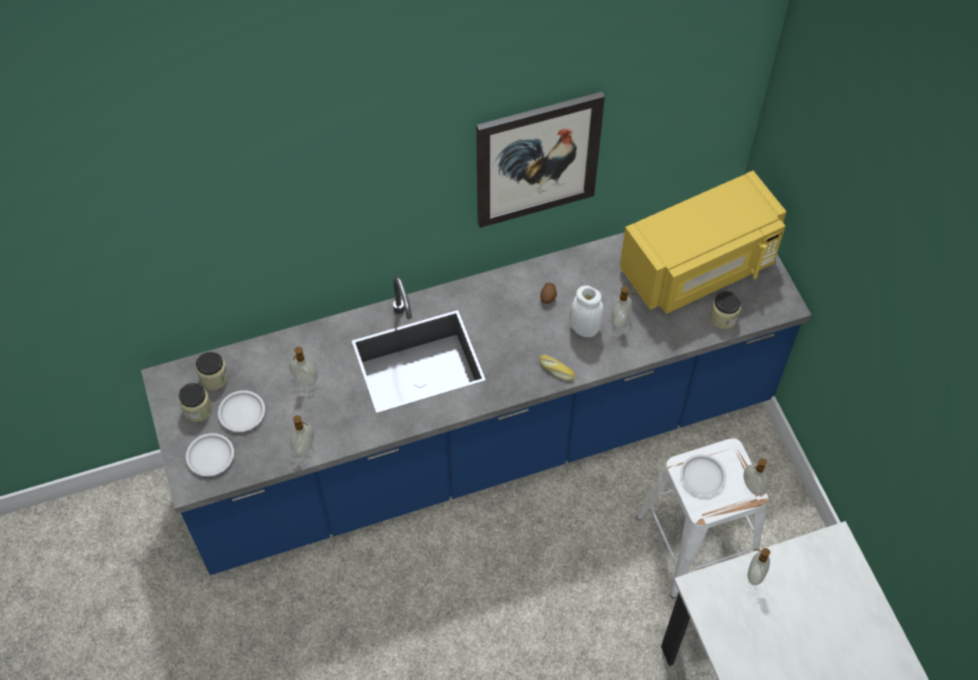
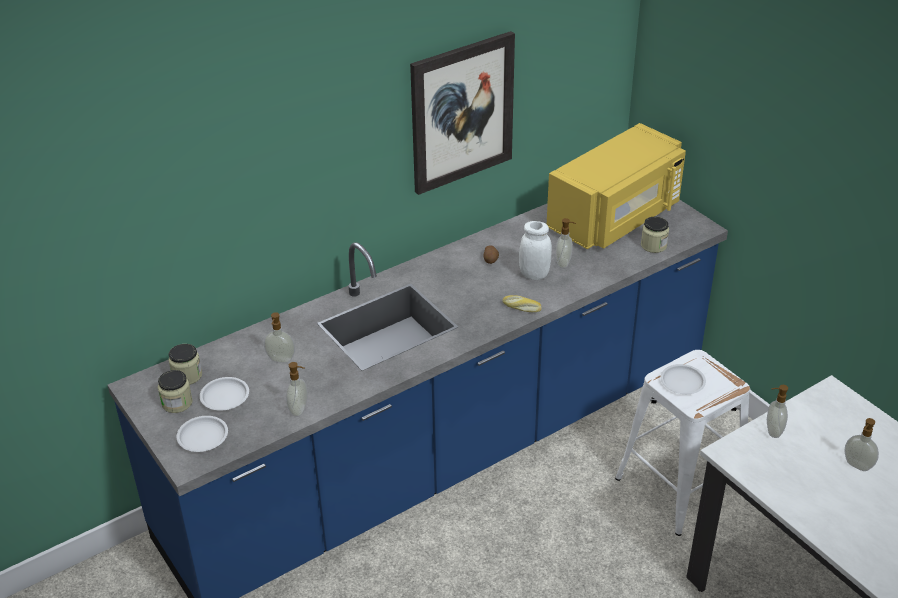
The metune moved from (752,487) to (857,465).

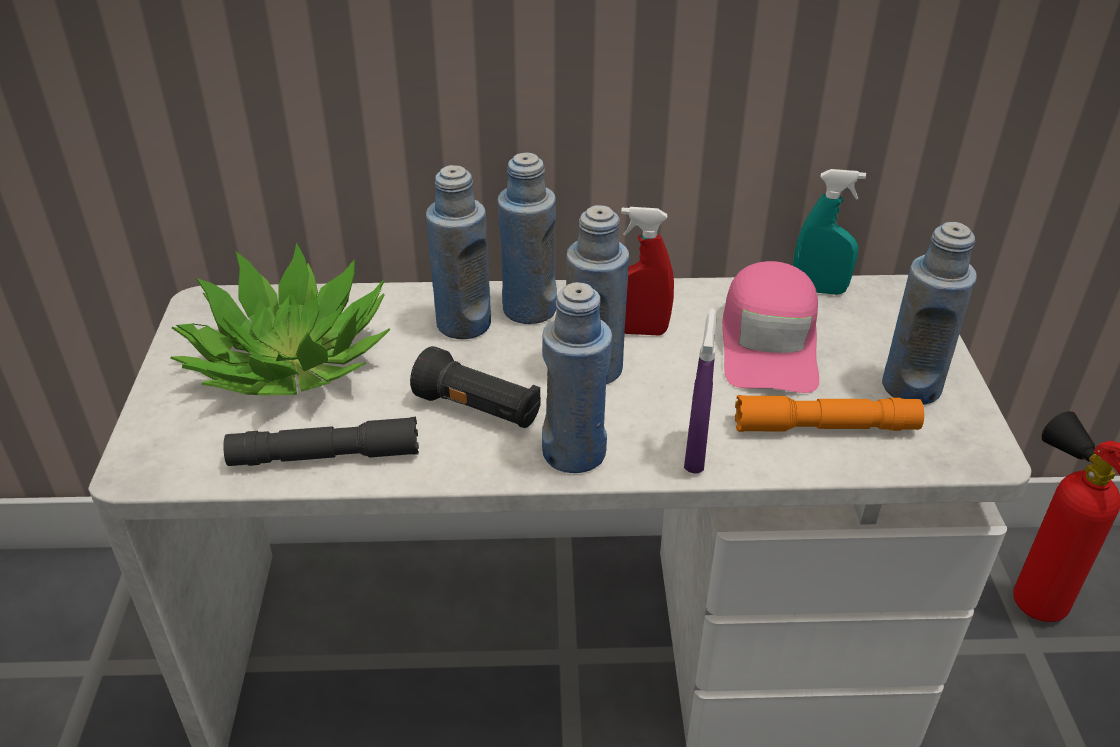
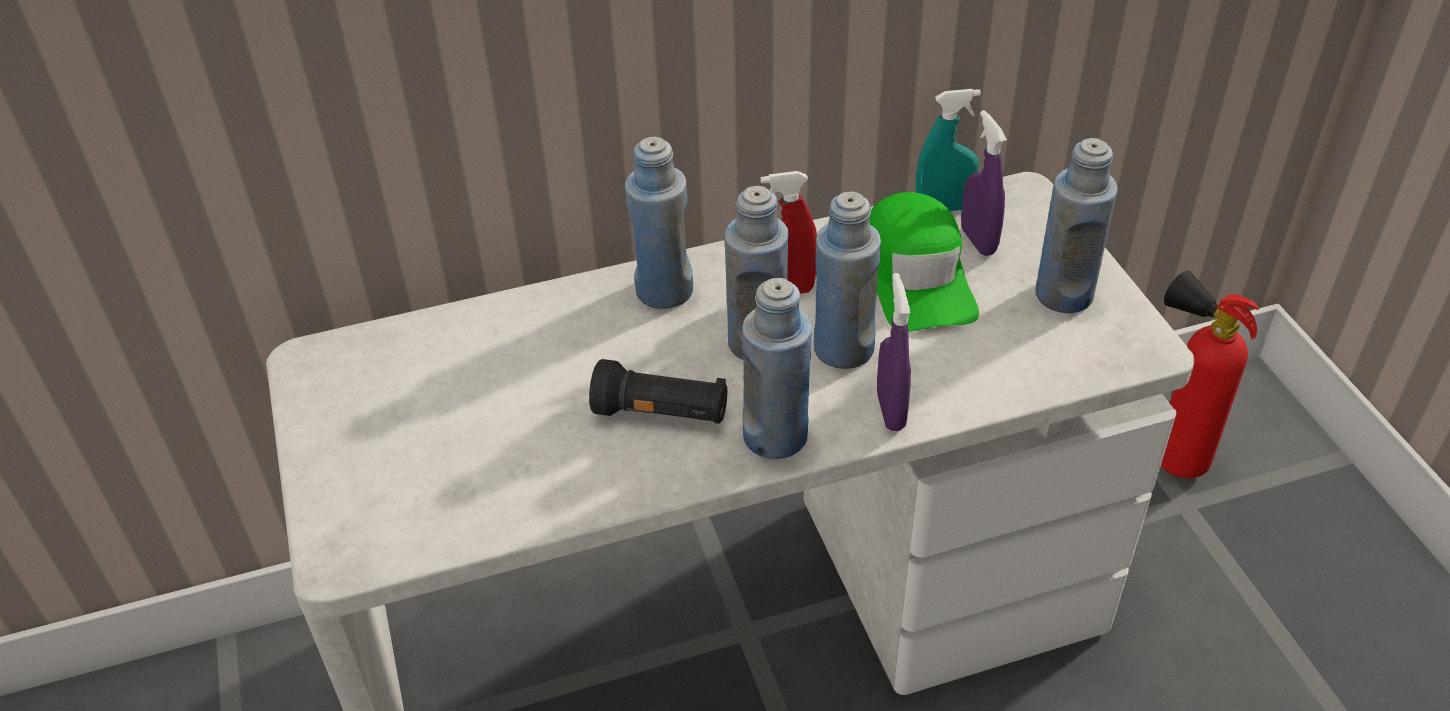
The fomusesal at (290,361) disappeared.
The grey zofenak at (325,456) disappeared.
The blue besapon moved from (463,324) to (843,349).
The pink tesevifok at (769,342) became the green tesevifok at (916,276).
The orange zofenak at (825,427) disappeared.
The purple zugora at (978,241) appeared.

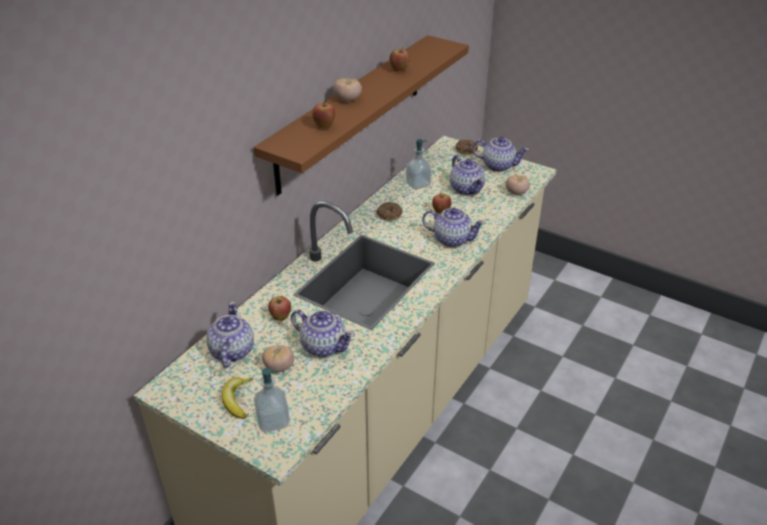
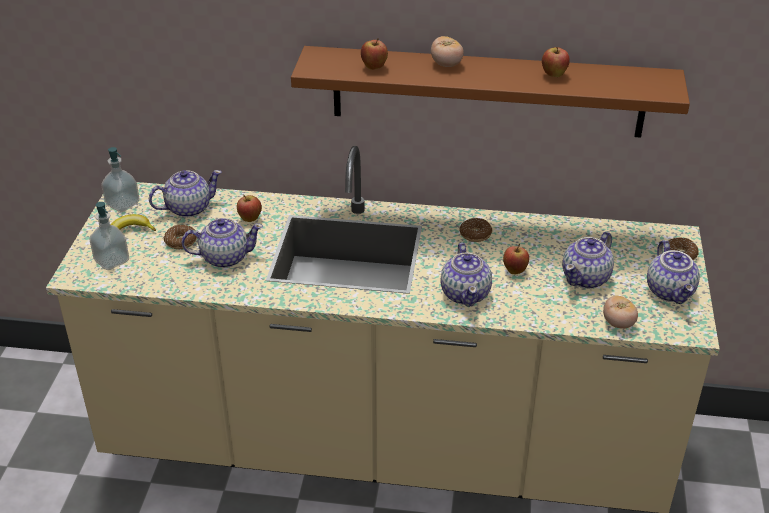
The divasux at (279,367) was replaced by the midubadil at (181,241).
The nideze at (323,346) turned 105 degrees counterclockwise.
The metune moved from (418,184) to (122,204).

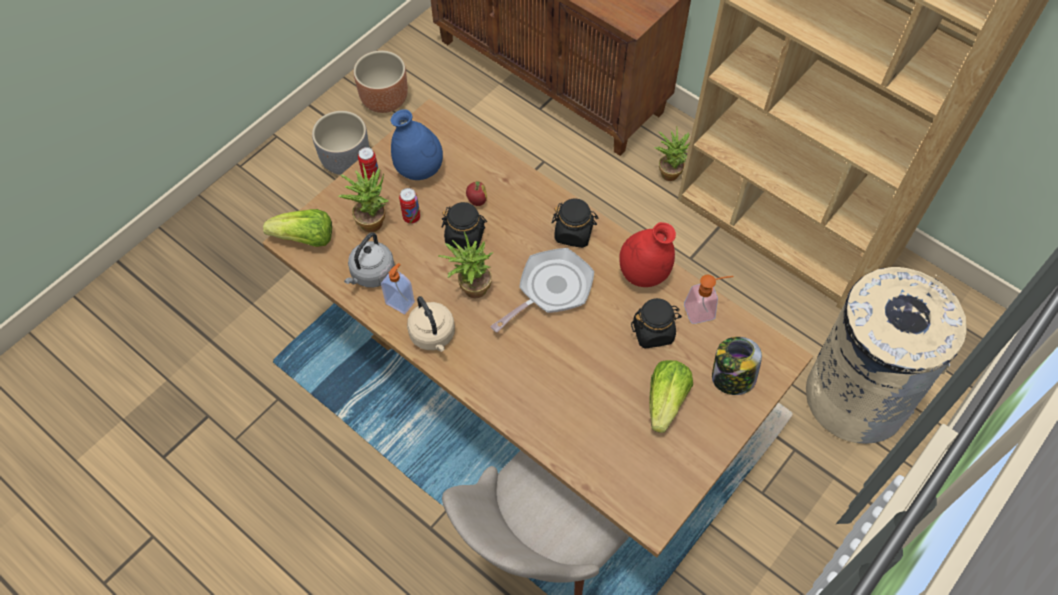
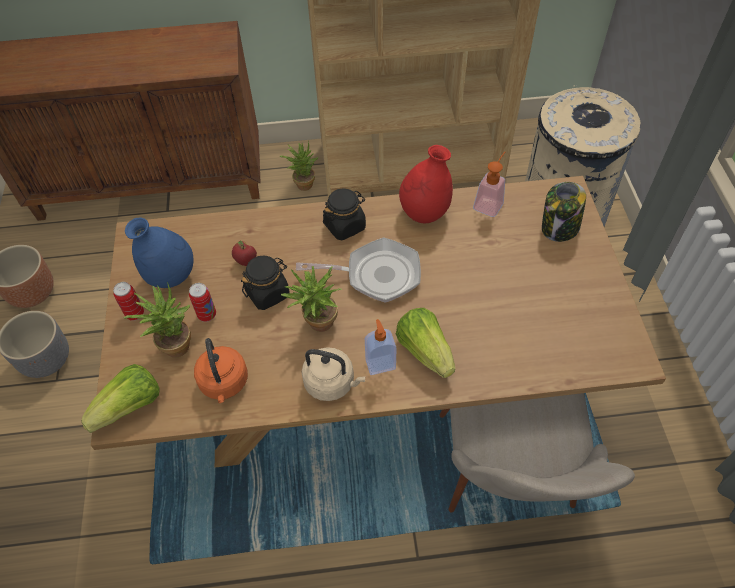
The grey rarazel at (371,274) became the orange rarazel at (224,384).
The metune moved from (400,302) to (380,363).
The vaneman at (551,289) turned 90 degrees clockwise.
The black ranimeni at (653,332) disappeared.
The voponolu moved from (666,401) to (425,351).

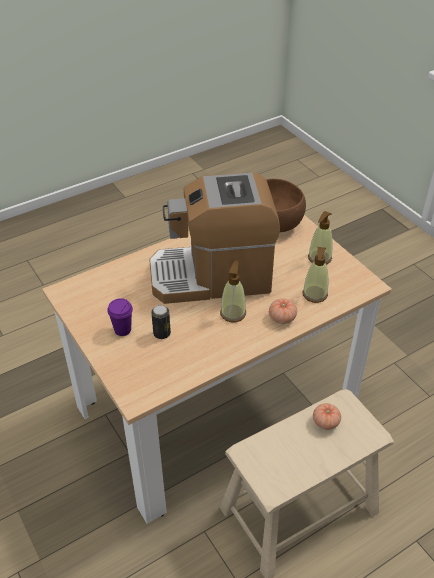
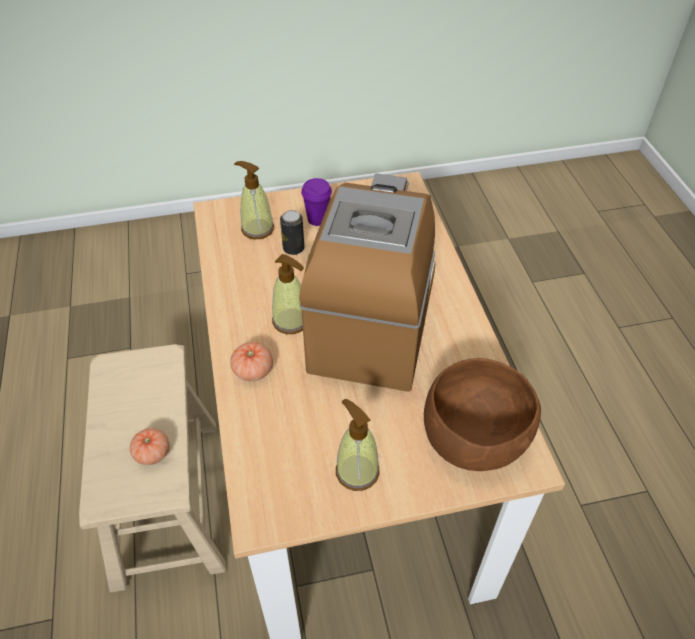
The metune moved from (314,294) to (257,229).

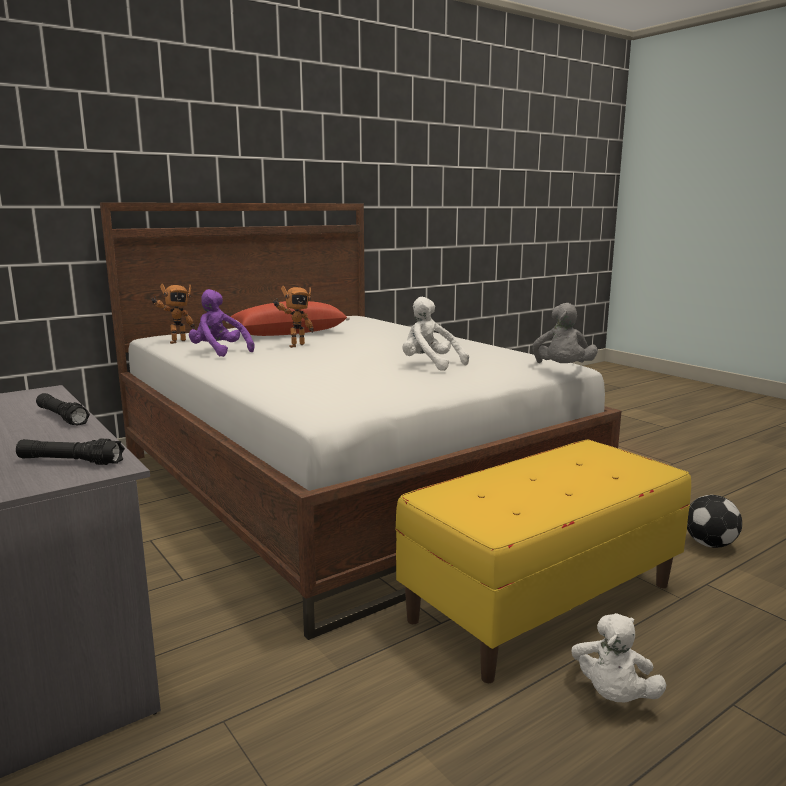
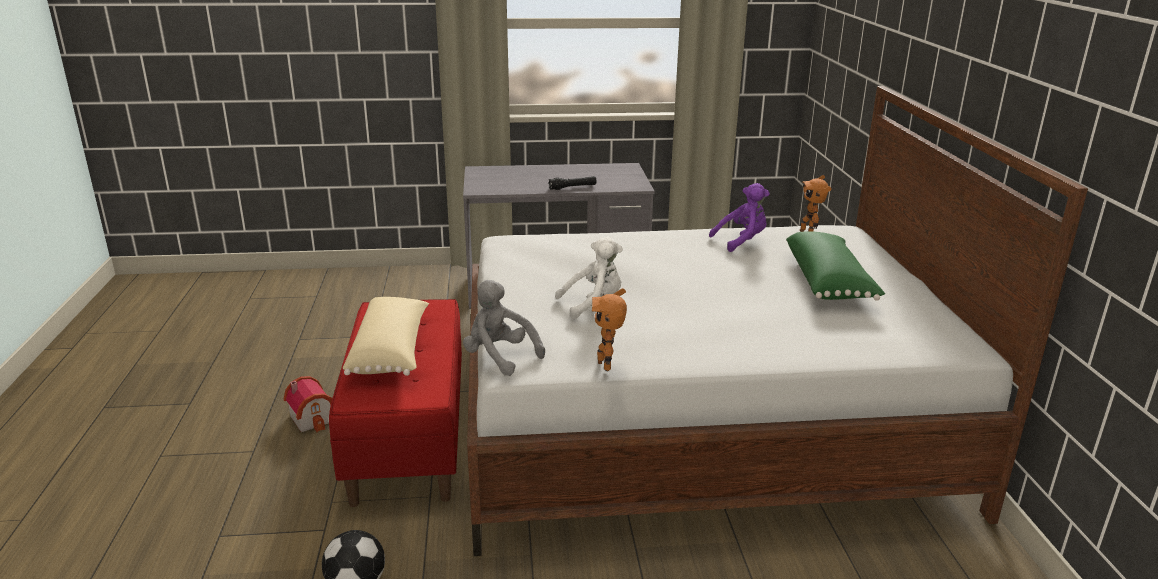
The black zofenak at (70,461) disappeared.
The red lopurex at (288,333) became the green lopurex at (829,282).
The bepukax moved from (295,345) to (607,365).
The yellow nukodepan at (542,601) became the red nukodepan at (409,437).
The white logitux at (613,695) was replaced by the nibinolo at (314,417).
The beige lopurex at (392,351) appeared.

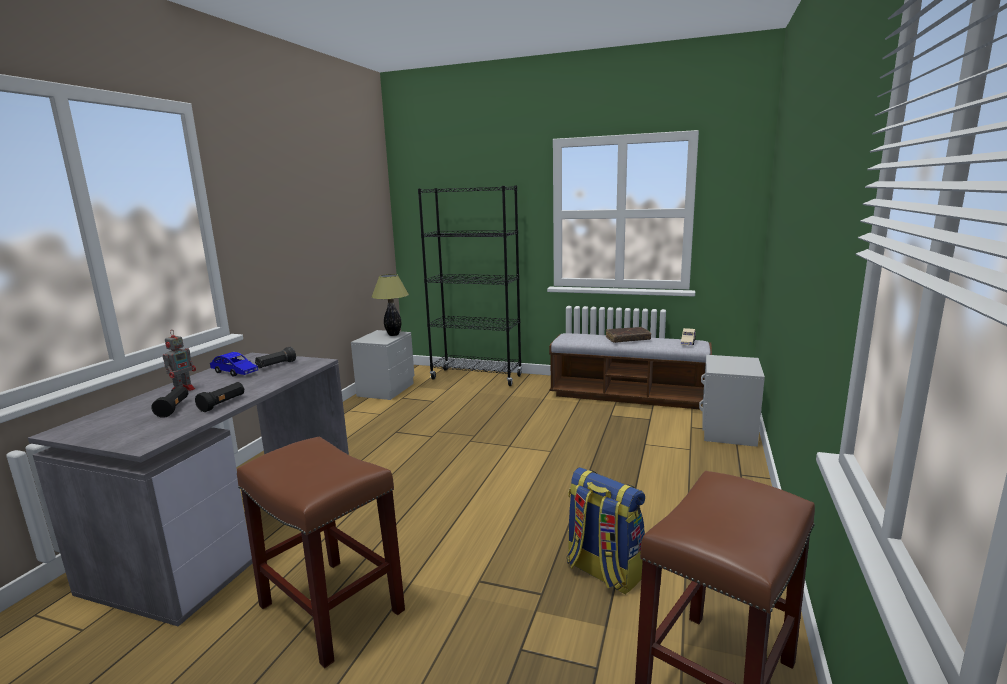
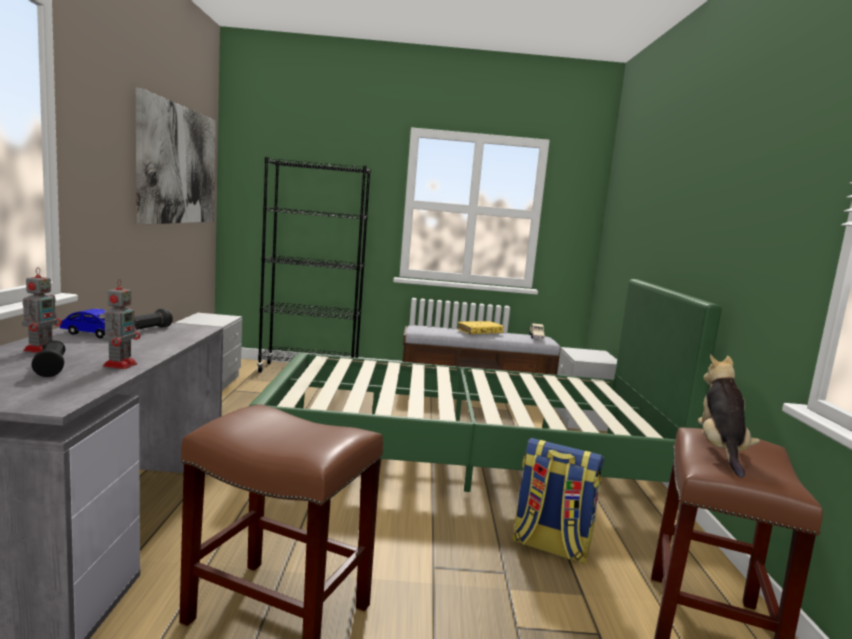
The black zofenak at (223,404) was replaced by the bepukax at (121,364).
The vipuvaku at (393,335) disappeared.
The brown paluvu at (627,339) became the yellow paluvu at (480,332).
The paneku at (178,165) appeared.
The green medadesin at (461,453) appeared.
The logitux at (720,450) appeared.

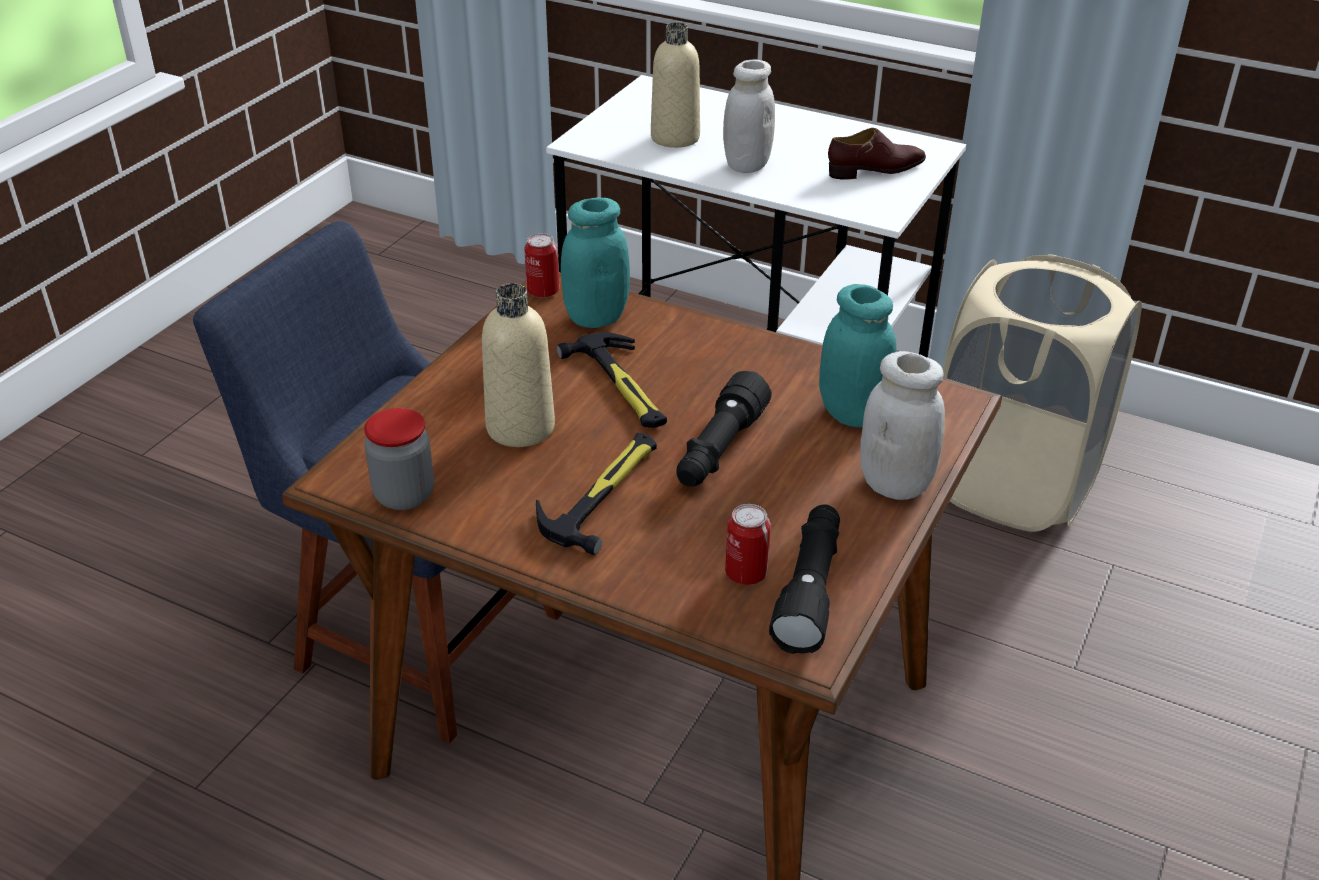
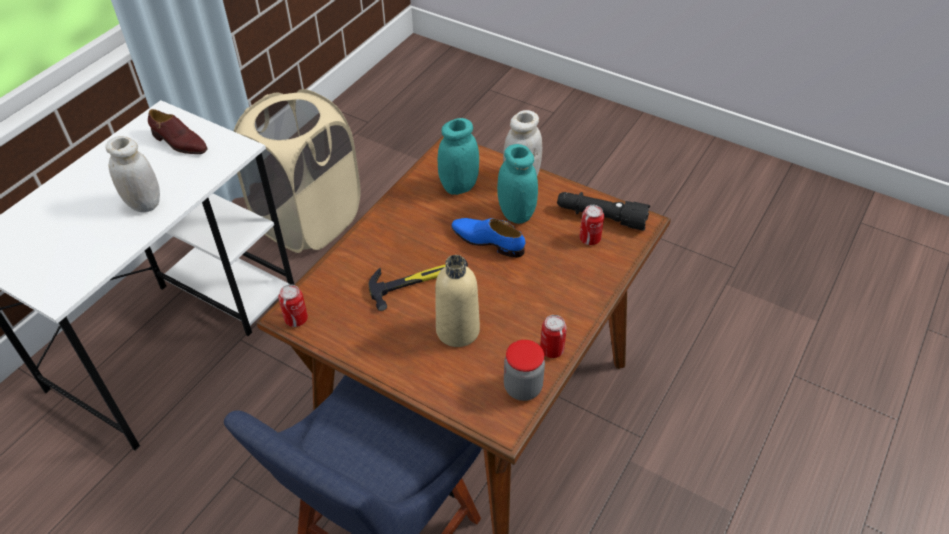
The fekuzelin at (603,492) disappeared.
The turquoise ranimeni moved from (596,317) to (516,213).
The beige besapon at (675,138) disappeared.
The black zofenak at (719,450) was replaced by the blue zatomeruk at (488,241).
The brown zatomeruk at (876,169) turned 135 degrees clockwise.
The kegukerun at (551,350) appeared.

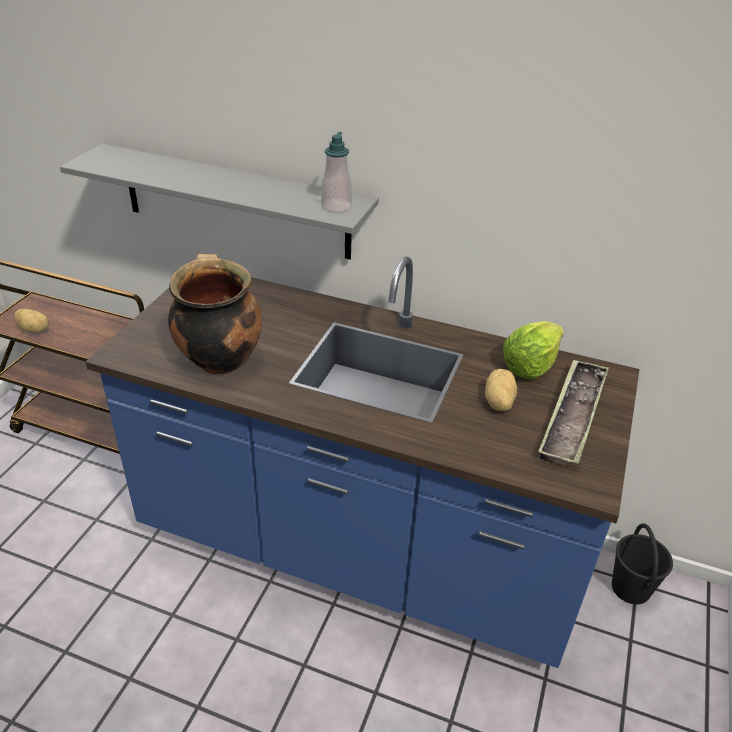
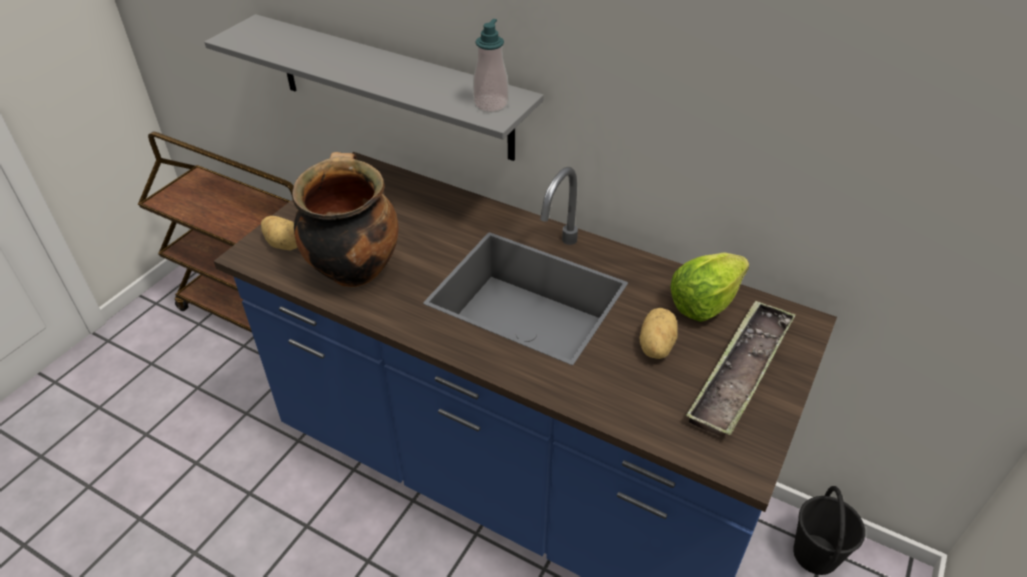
The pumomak moved from (34,329) to (286,244).

